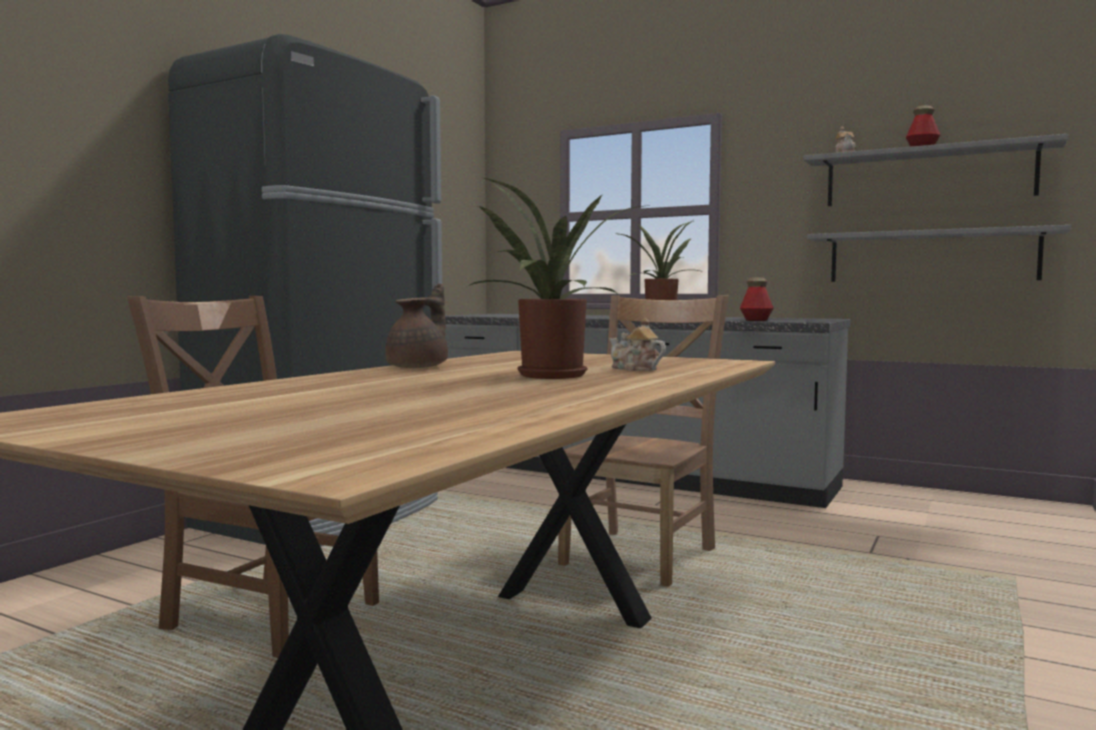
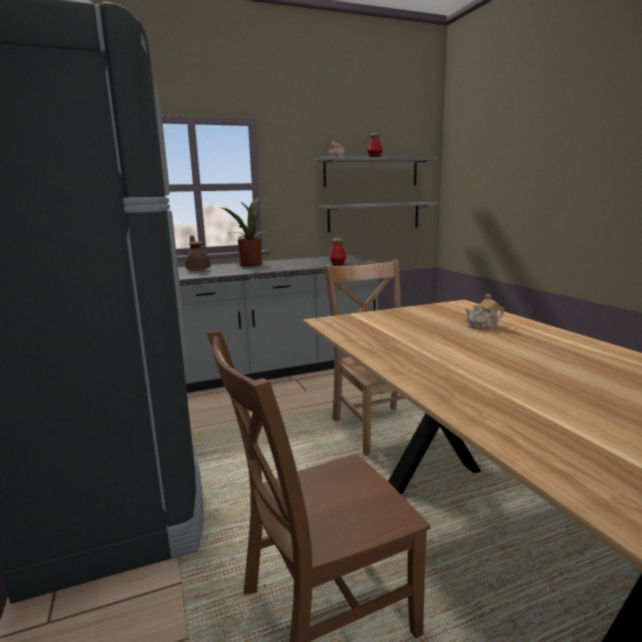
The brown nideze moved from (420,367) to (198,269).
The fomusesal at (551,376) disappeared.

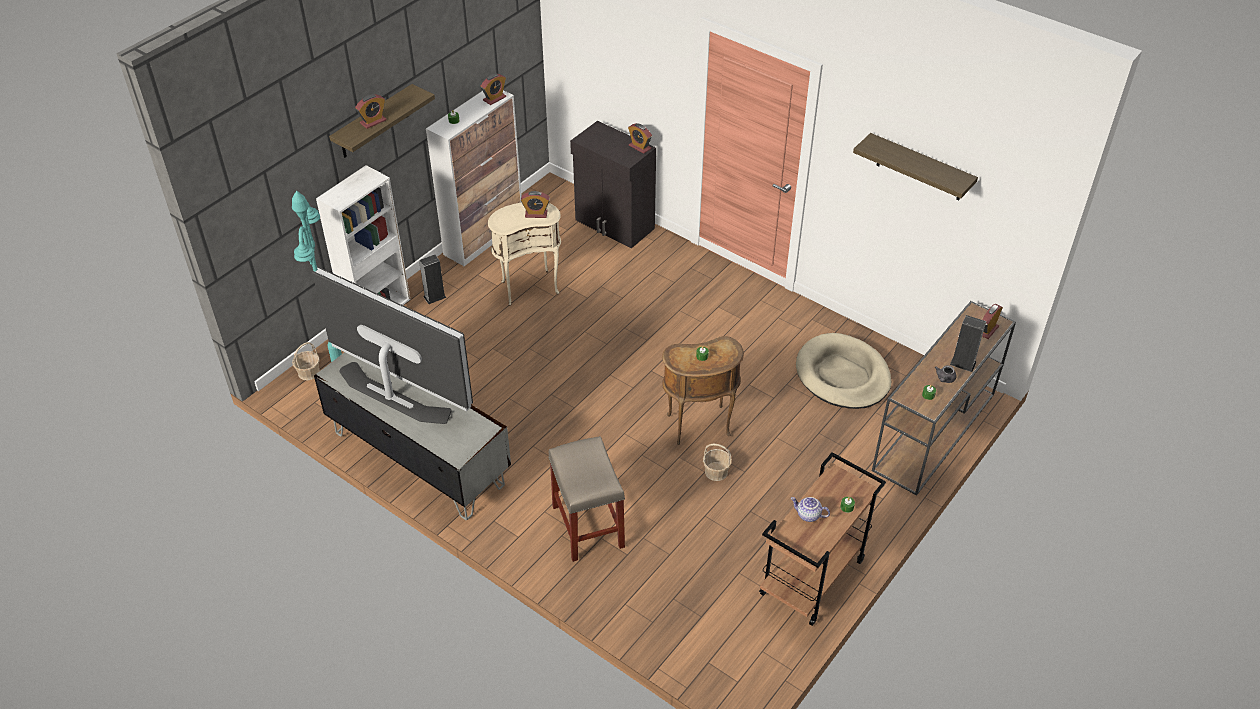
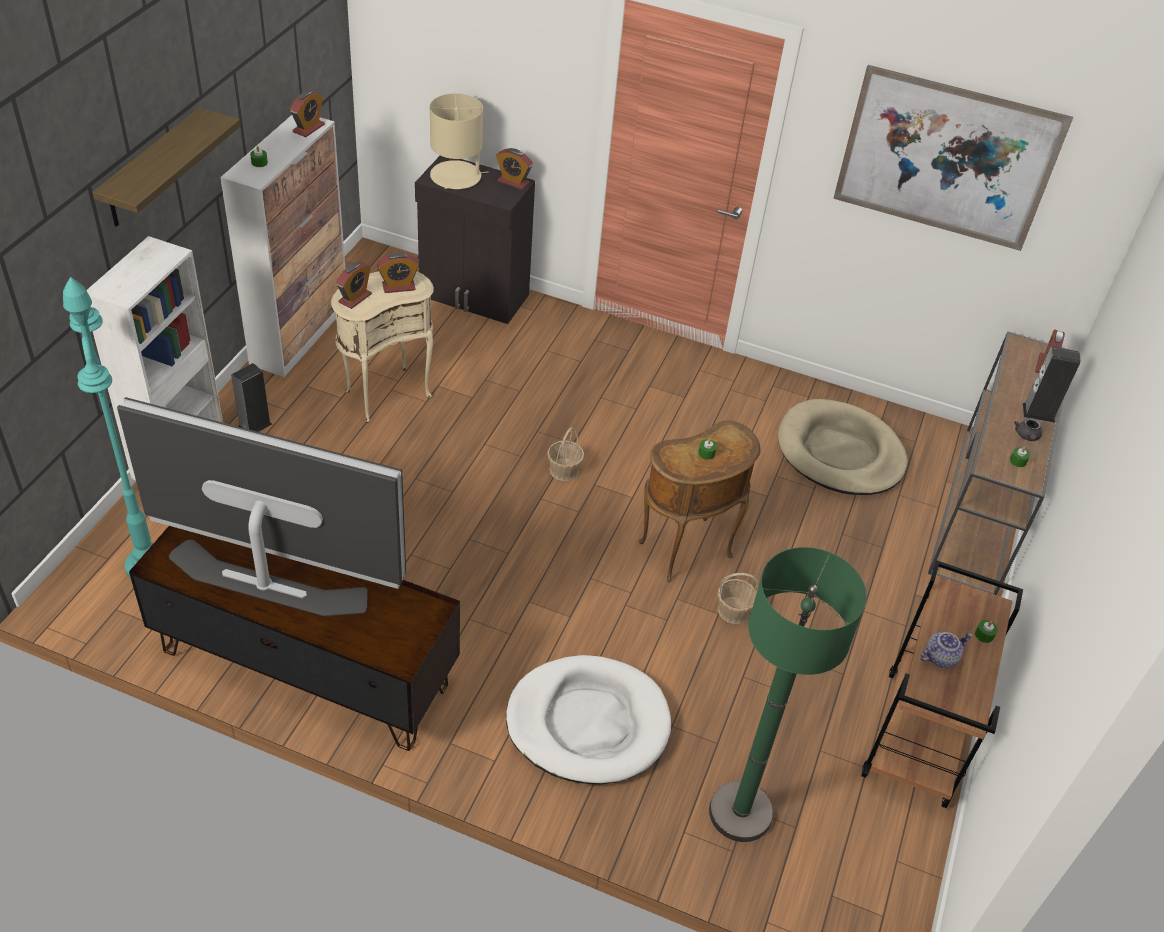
The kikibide moved from (308,372) to (564,470).
The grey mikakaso at (419,457) became the brown mikakaso at (305,666).
The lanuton moved from (373,122) to (355,298).
The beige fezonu at (587,525) was replaced by the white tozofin at (588,723).
The nideze at (808,515) turned 150 degrees clockwise.
The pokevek at (920,168) was replaced by the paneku at (946,159).
The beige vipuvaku at (456,176) appeared.
The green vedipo at (740,813) appeared.

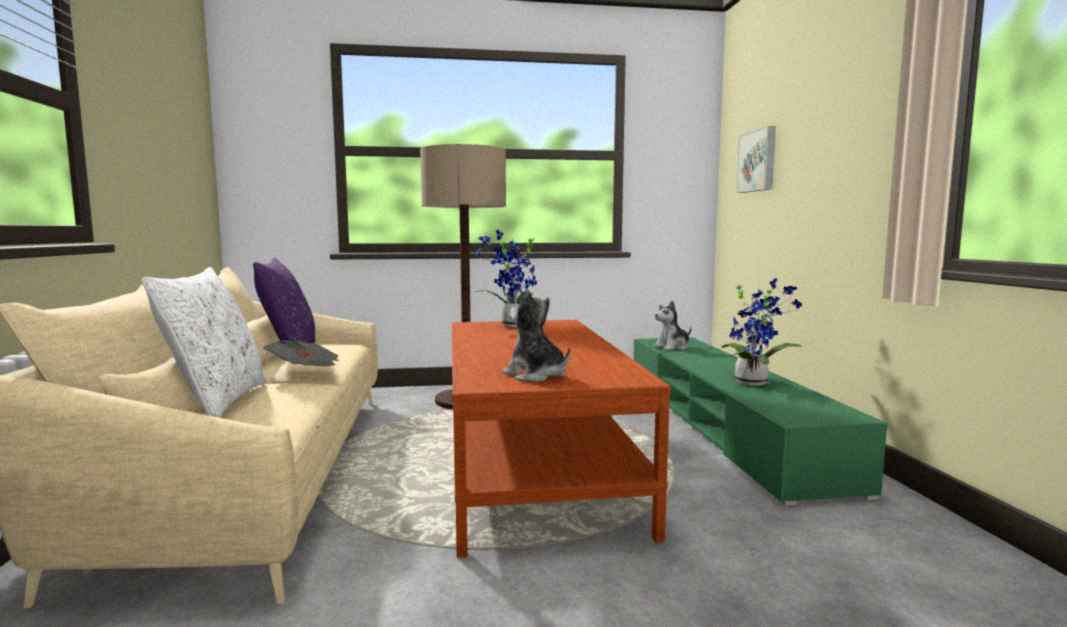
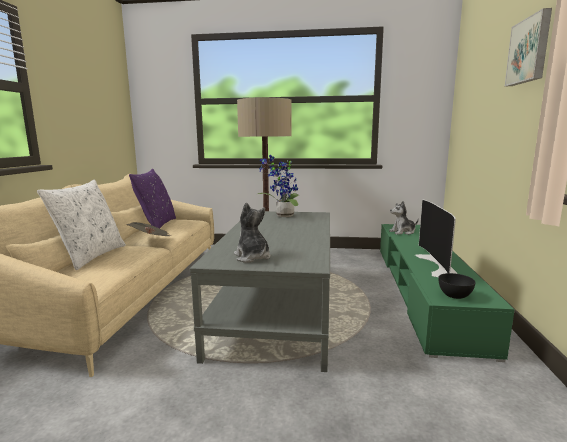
The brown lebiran at (532,464) became the grey lebiran at (279,306).
The fomusesal at (754,382) was replaced by the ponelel at (438,265).
The paneku moved from (758,161) to (530,50).
The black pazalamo at (454,296) appeared.

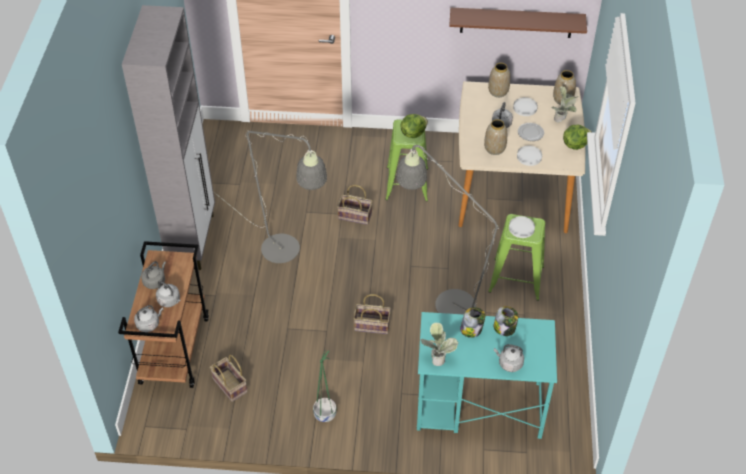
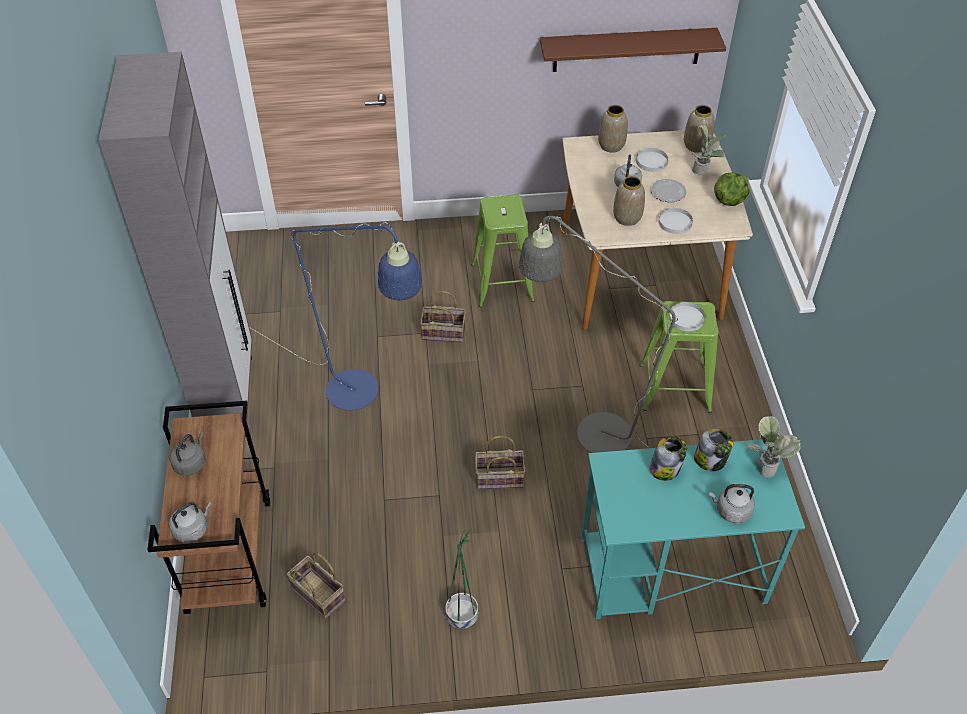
The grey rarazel at (170,301) disappeared.
The grey vedipo at (287,254) became the blue vedipo at (363,396).
The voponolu at (413,133) disappeared.
The fomusesal moved from (437,357) to (764,465).

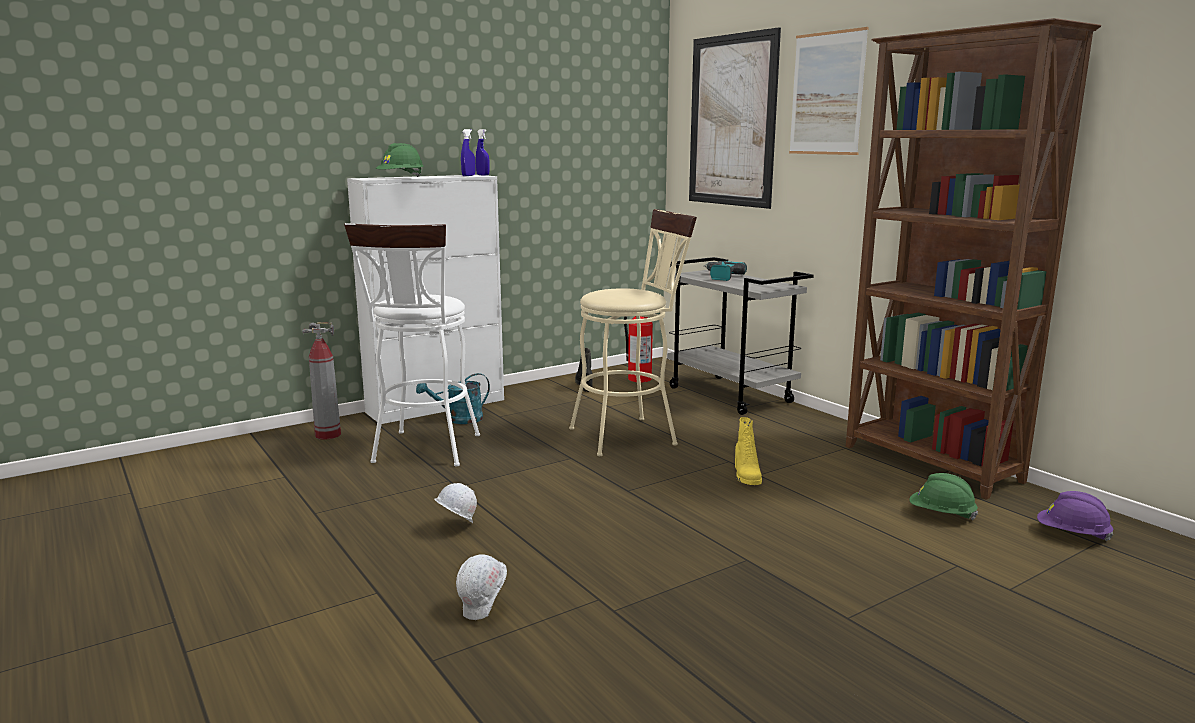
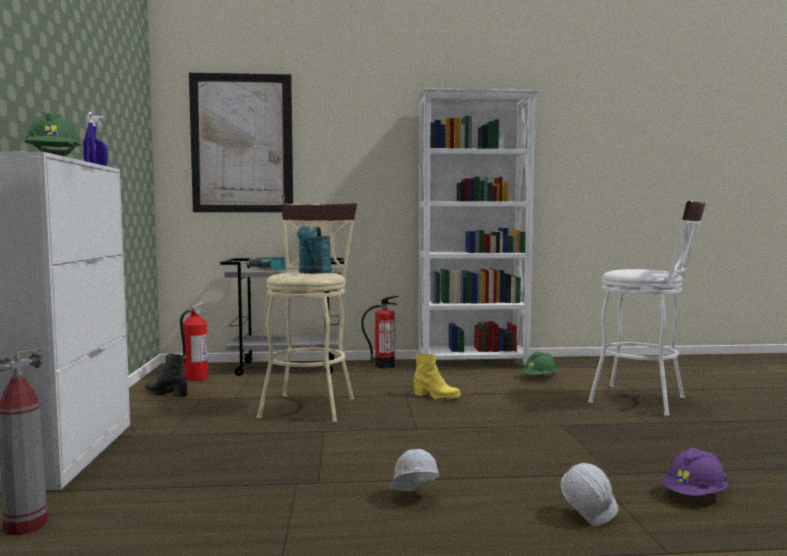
The white fezonu moved from (424,452) to (646,401).
The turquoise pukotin moved from (459,420) to (314,272).
The paneku at (827,94) disappeared.
The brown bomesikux at (931,464) became the white bomesikux at (473,363).
The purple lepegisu moved from (1072,535) to (694,495).
The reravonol at (384,366) appeared.

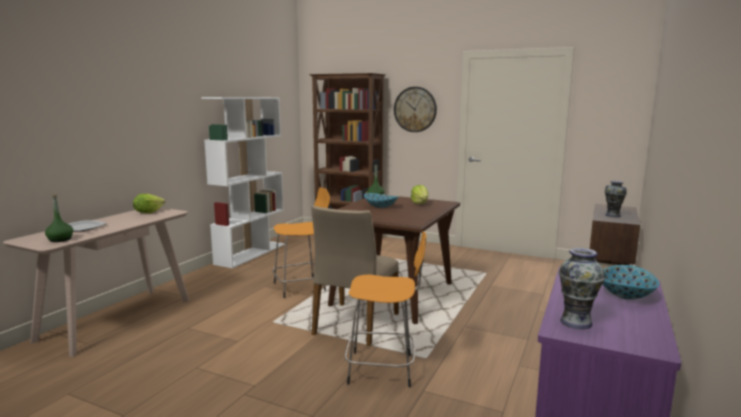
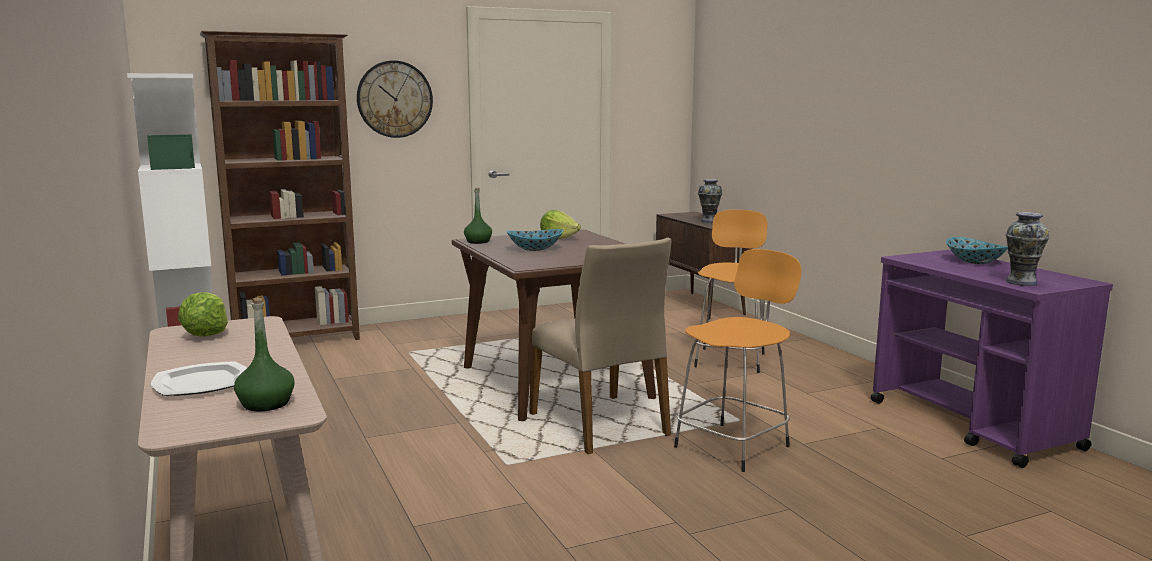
The orange fezonu moved from (301,287) to (730,359).

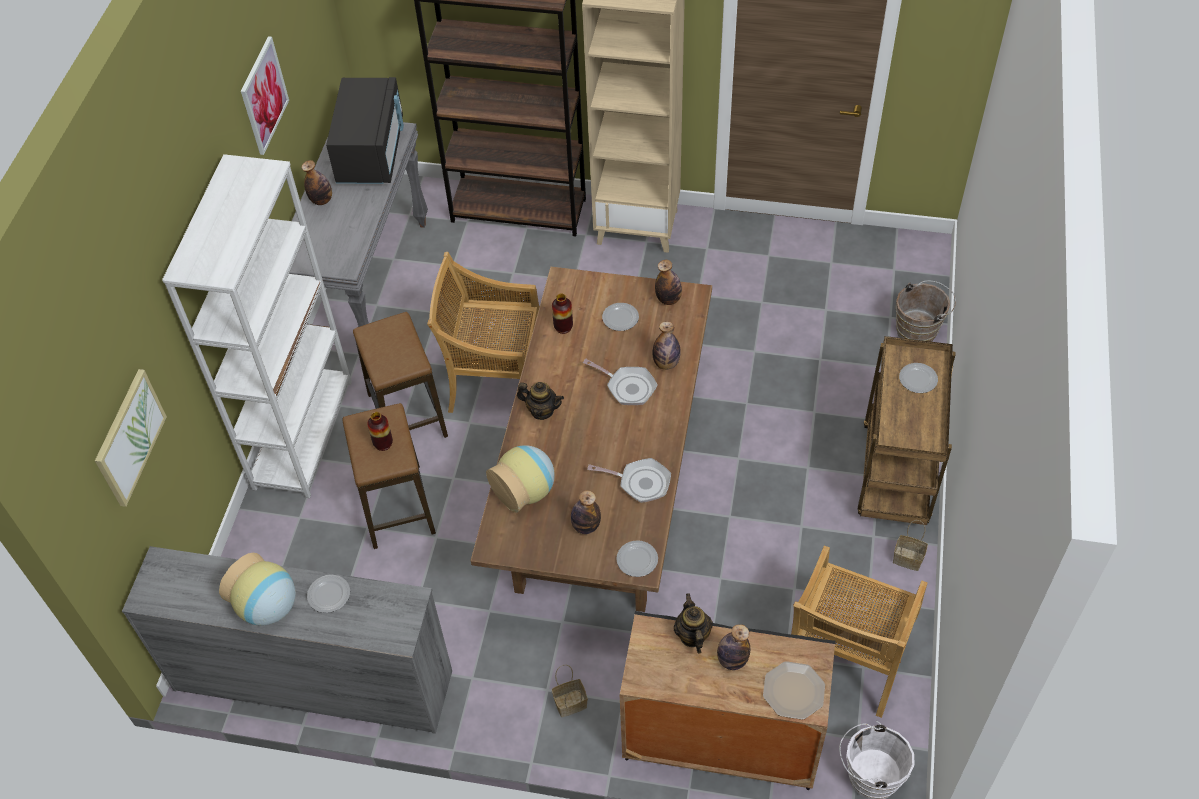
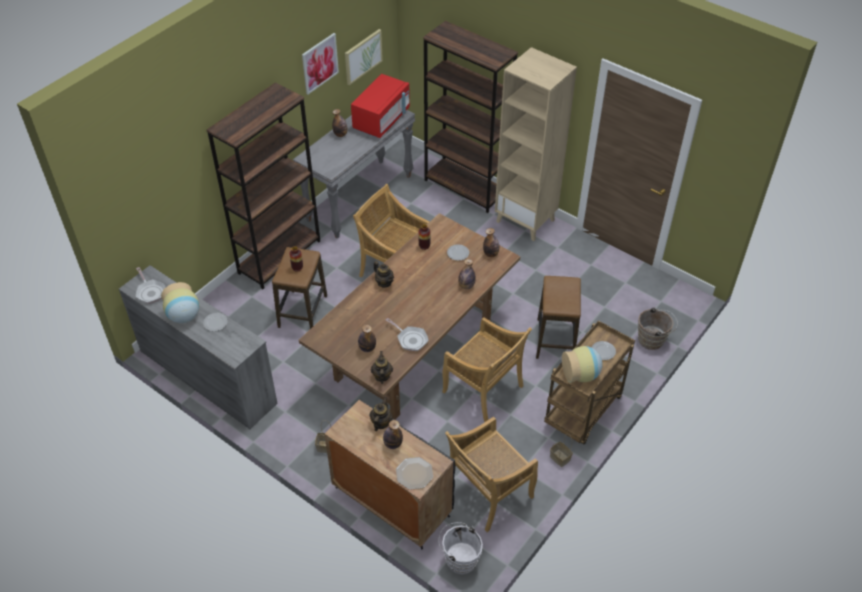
The paneku moved from (129,437) to (363,56).
The white bomesikux at (303,434) became the brown bomesikux at (279,257).
The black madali at (371,152) became the red madali at (381,120).
The fezonu moved from (407,415) to (555,340).
The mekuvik moved from (526,491) to (581,375).
The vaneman moved from (628,387) to (150,292).
The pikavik at (637,560) was replaced by the nideze at (382,376).
The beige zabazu at (484,390) appeared.

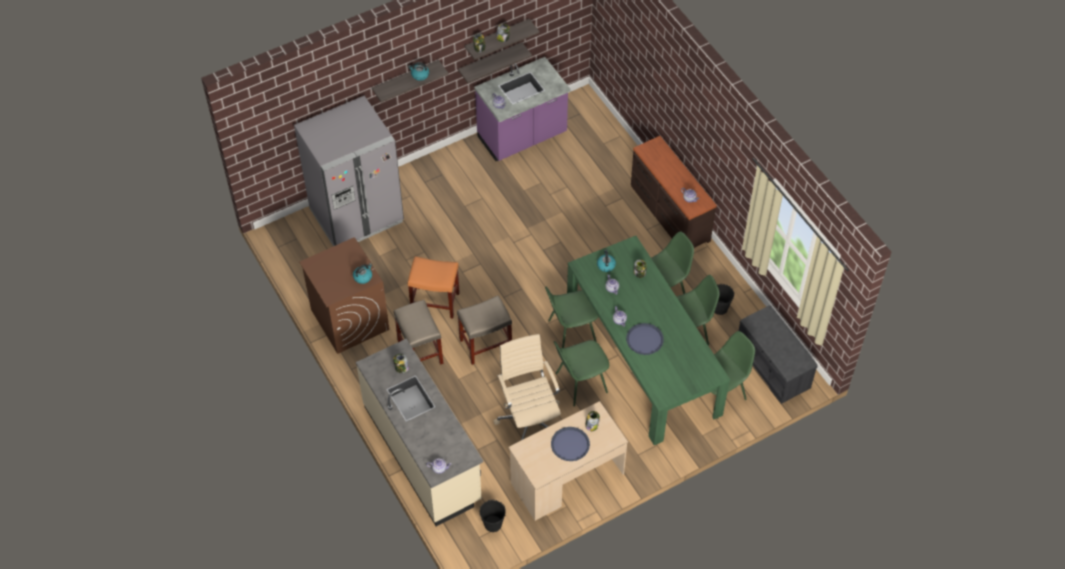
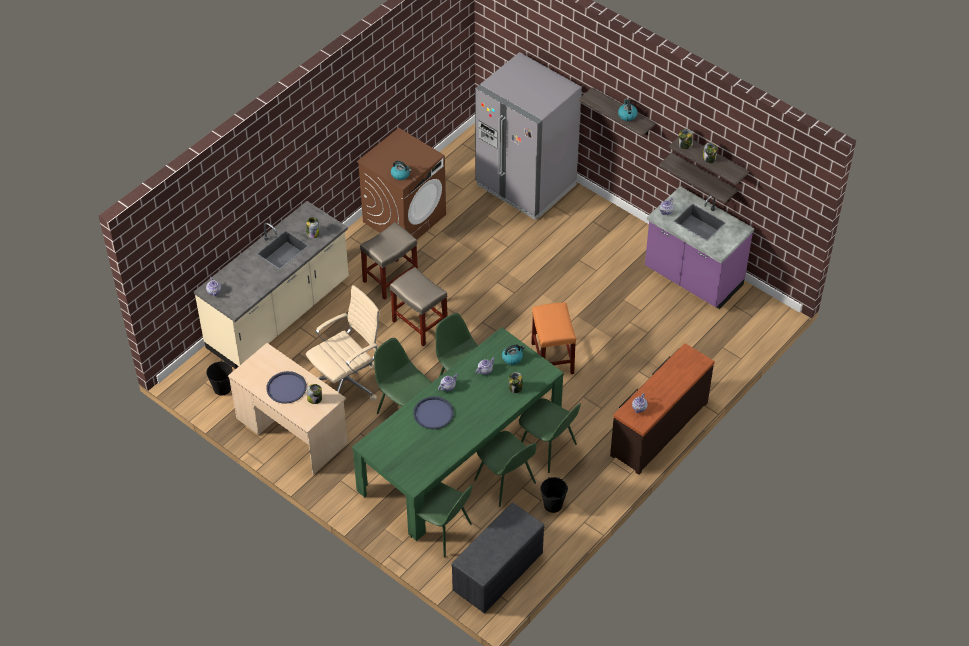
The orange fezonu moved from (436,302) to (552,359).

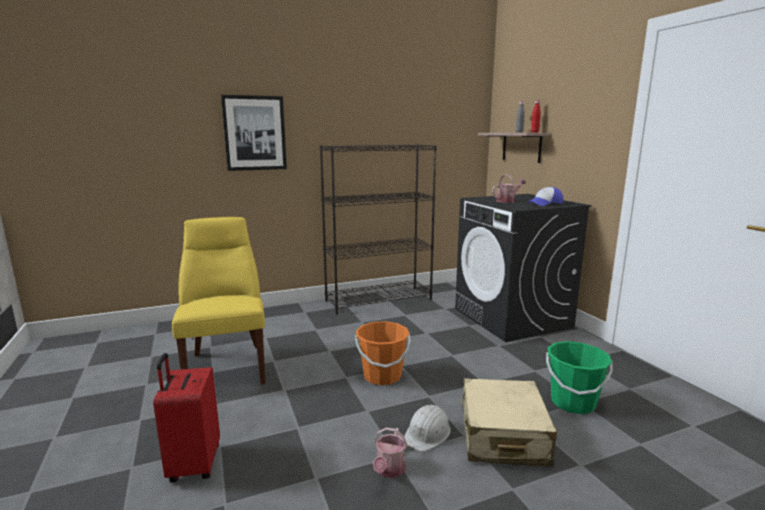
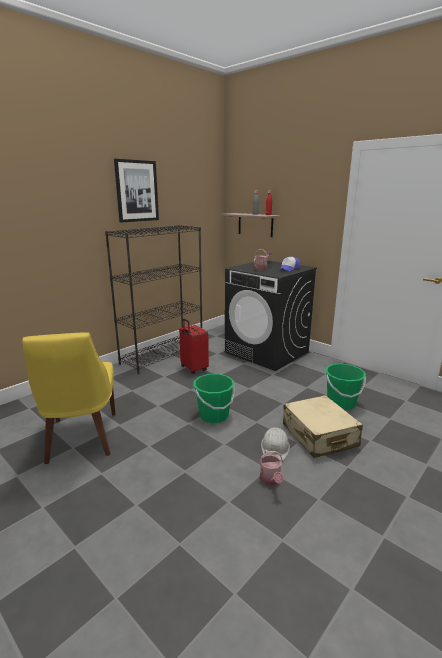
The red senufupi moved from (193,464) to (193,369).
The yellow zabazu at (227,366) turned 150 degrees counterclockwise.
The paneku moved from (254,133) to (137,191).
The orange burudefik at (382,376) became the green burudefik at (214,415).

